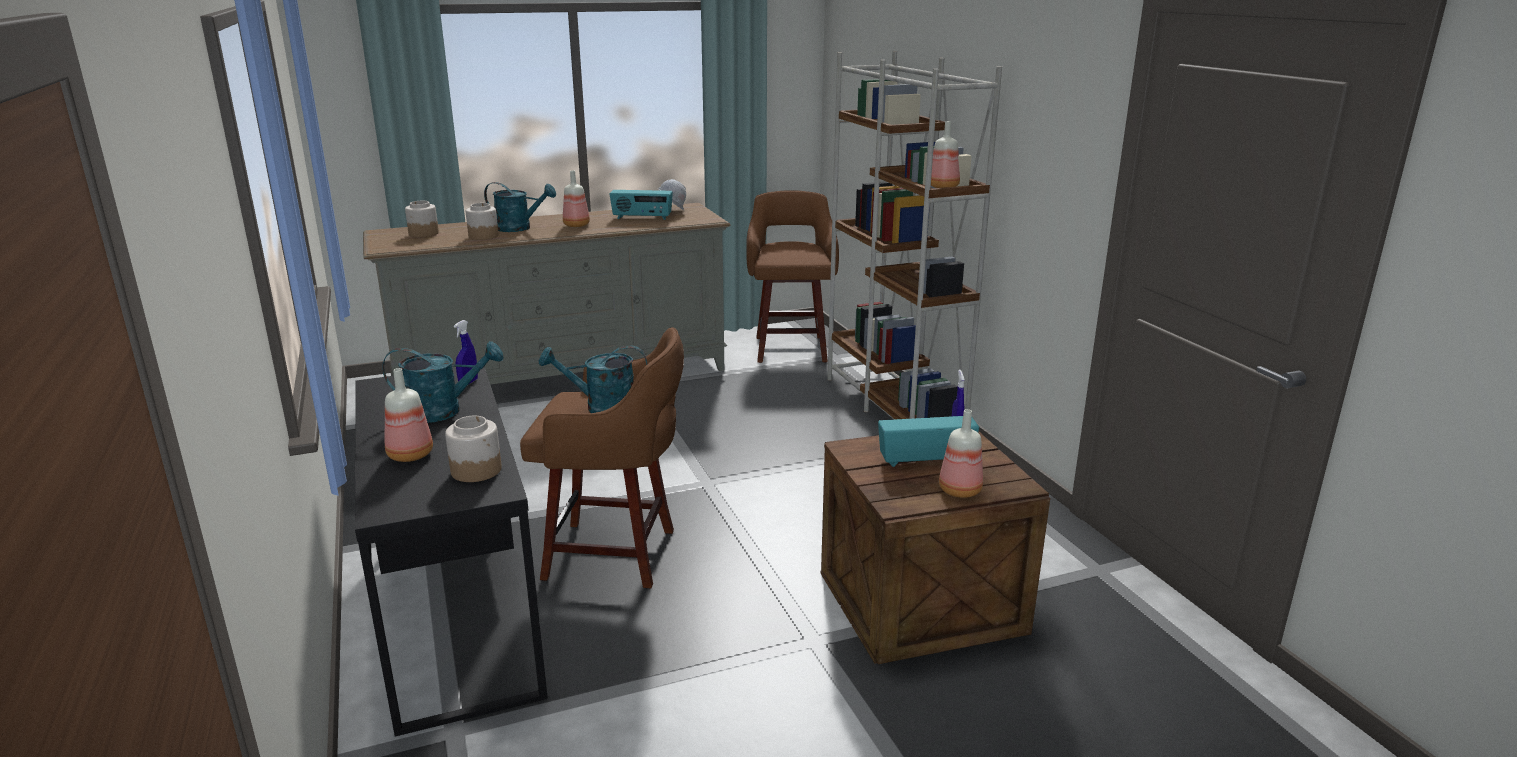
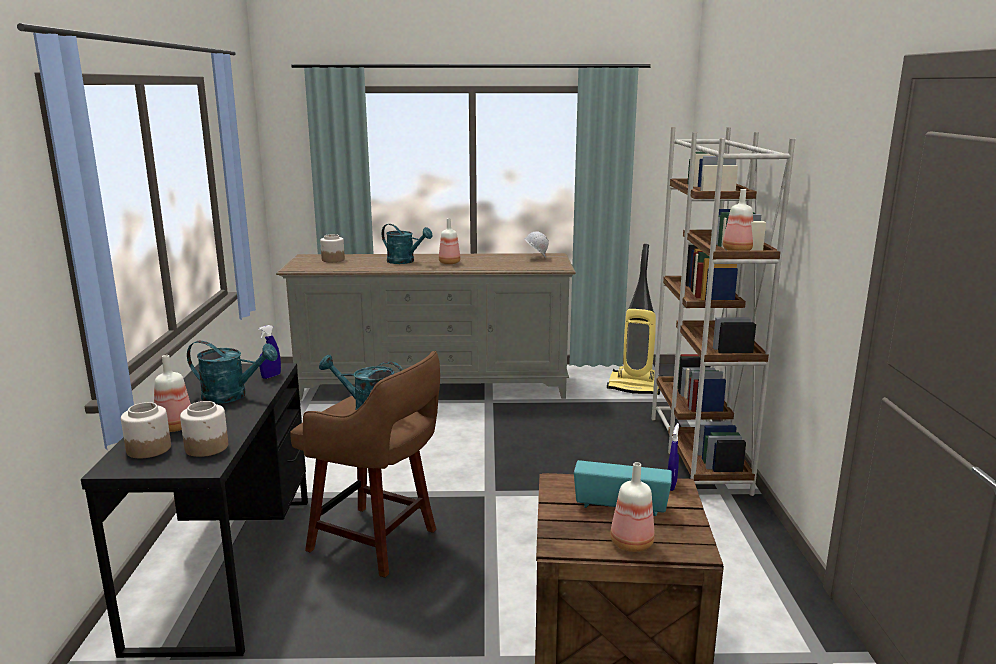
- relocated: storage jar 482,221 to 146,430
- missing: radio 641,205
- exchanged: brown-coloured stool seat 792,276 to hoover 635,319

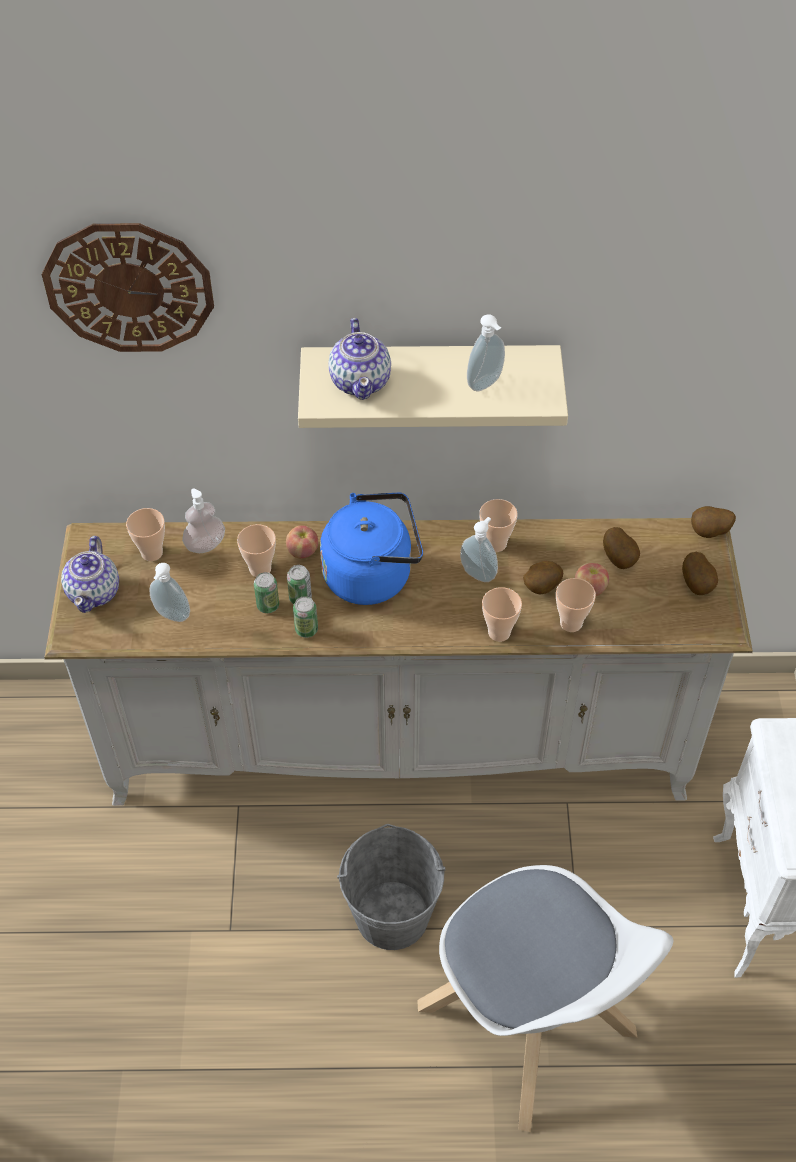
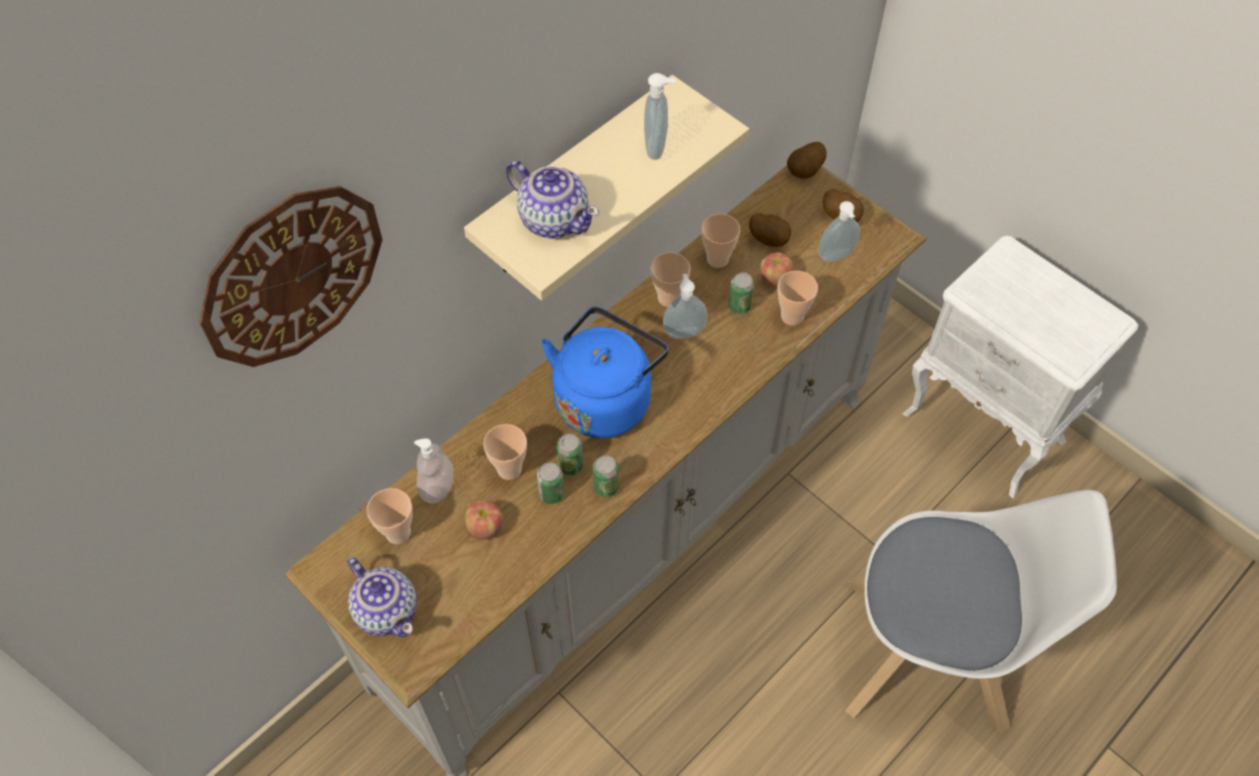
- relocated: liquid soap bottle 169,592 to 839,231
- relocated: apple fruit 302,541 to 484,520
- missing: greyish bucket 391,887
- relocated: cup 502,614 to 720,241
- exchanged: spud 543,577 to metal can 741,293

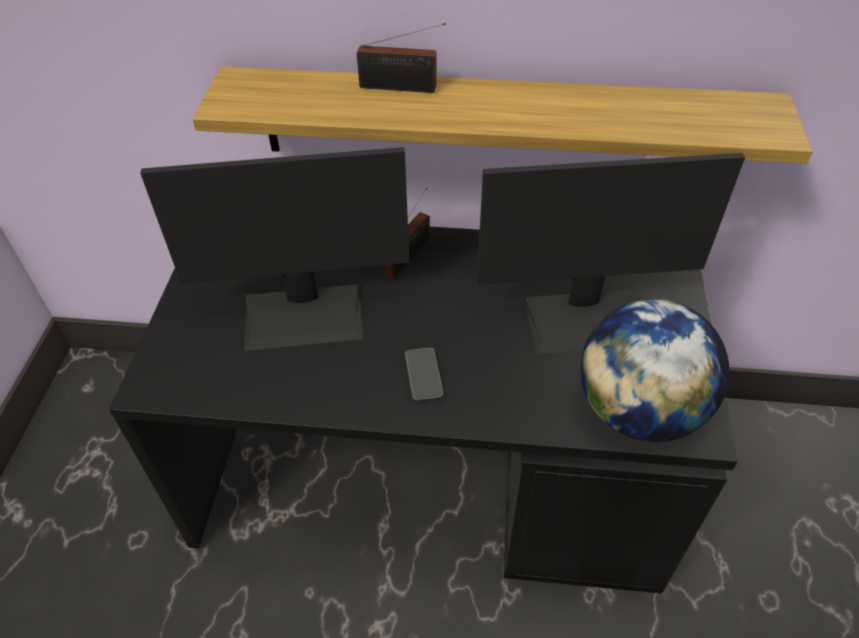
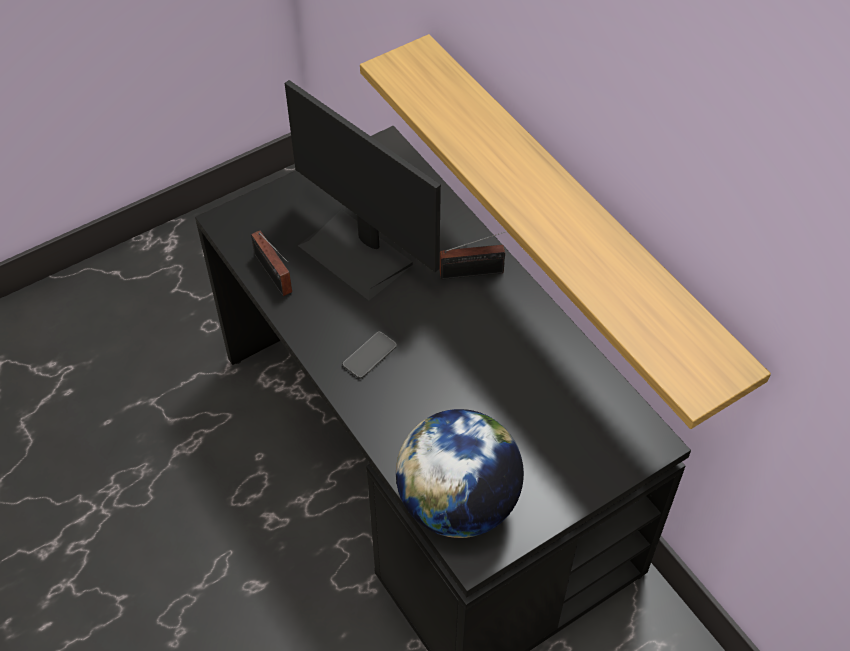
- relocated: radio 401,58 to 271,263
- missing: monitor 611,253

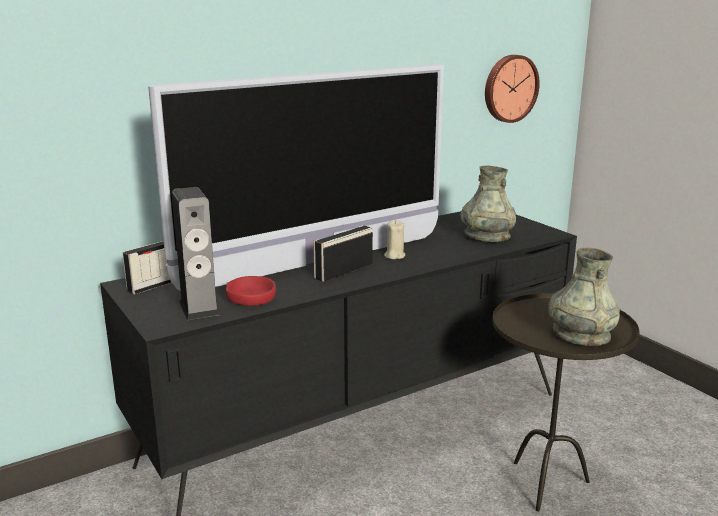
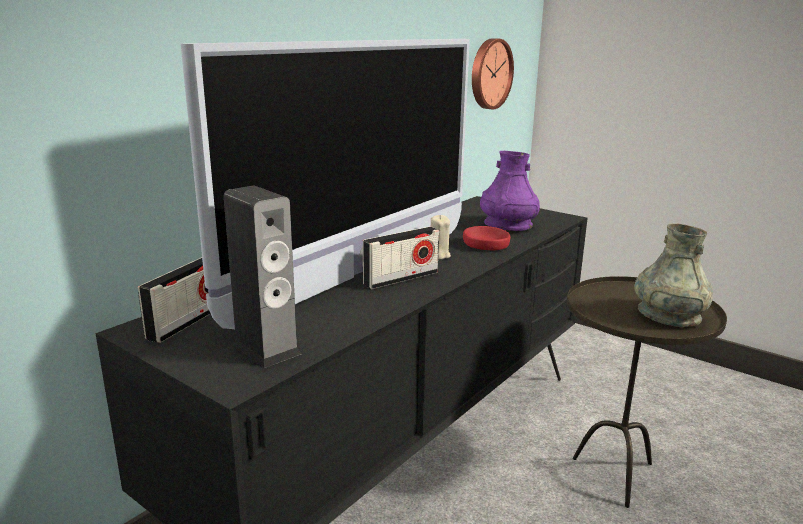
- relocated: reddish bowl 251,291 to 487,238
- spun: radio 343,253 = 401,257 150 degrees counterclockwise
- colour: greyish flower vase 488,203 to purple flower vase 510,191

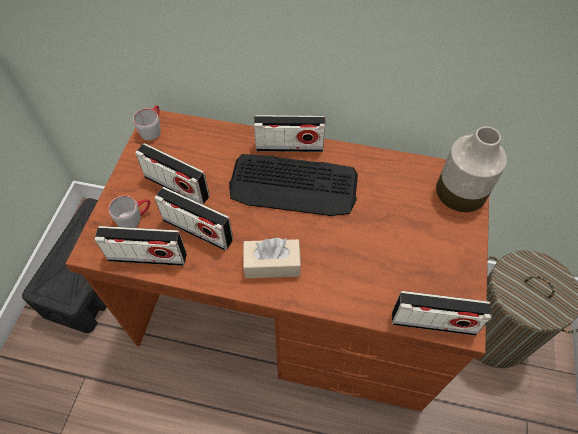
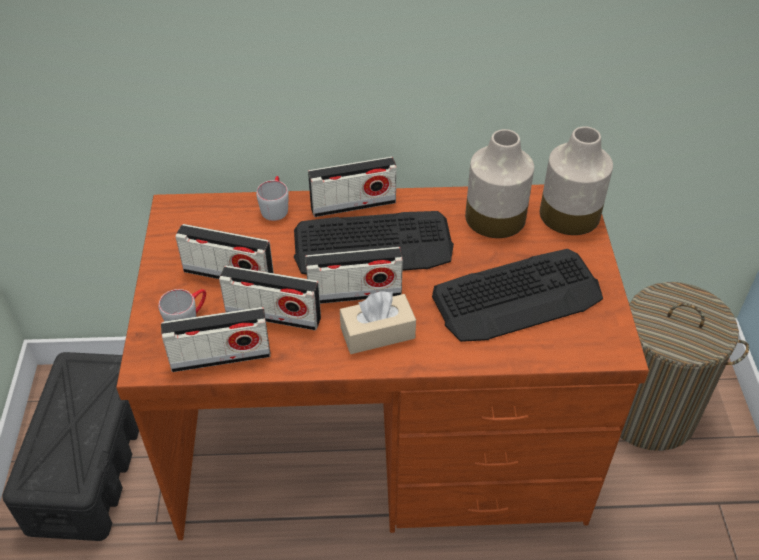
- relocated: greyish coffee mug 147,123 to 272,198
- relocated: radio 442,313 to 354,275
- appeared: keyboard 517,295
- appeared: beige-coloured flower vase 499,183

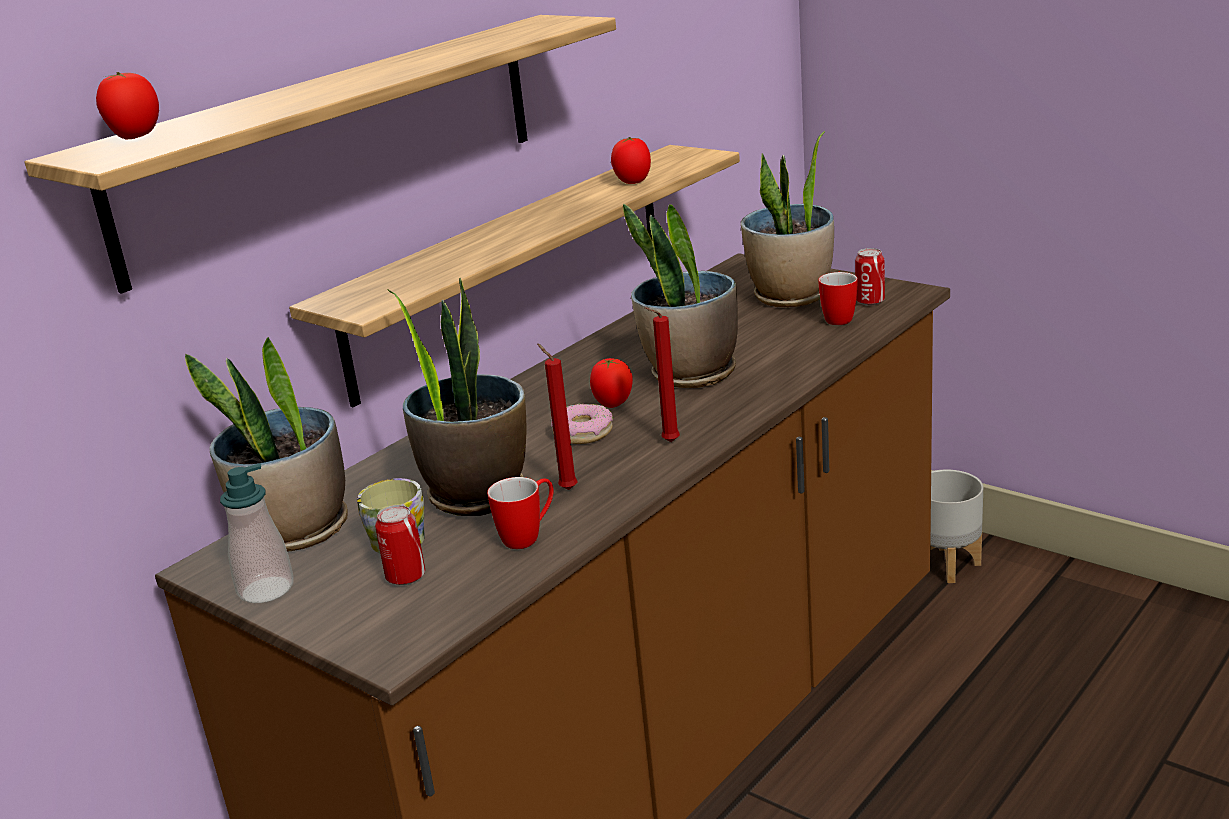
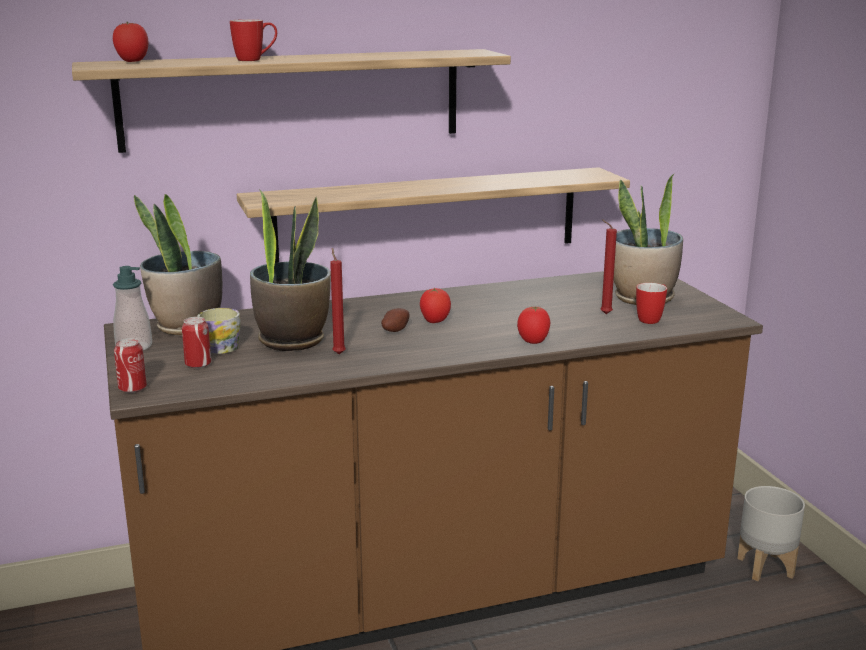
- relocated: coffee mug 520,513 to 253,40
- exchanged: doughnut 582,424 to spud 395,320
- relocated: fresh tomato 631,160 to 533,325
- missing: potted plant 680,296
- relocated: reddish wax candle 662,374 to 609,266
- relocated: metal can 870,277 to 130,365

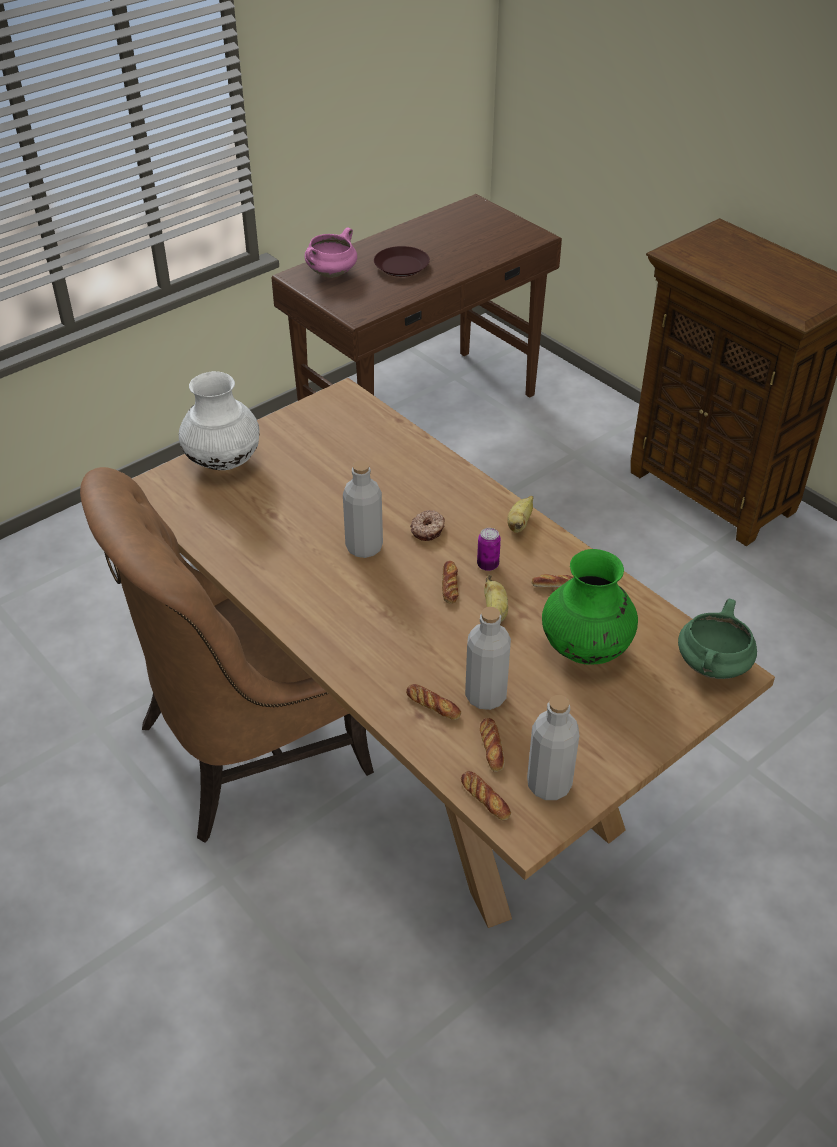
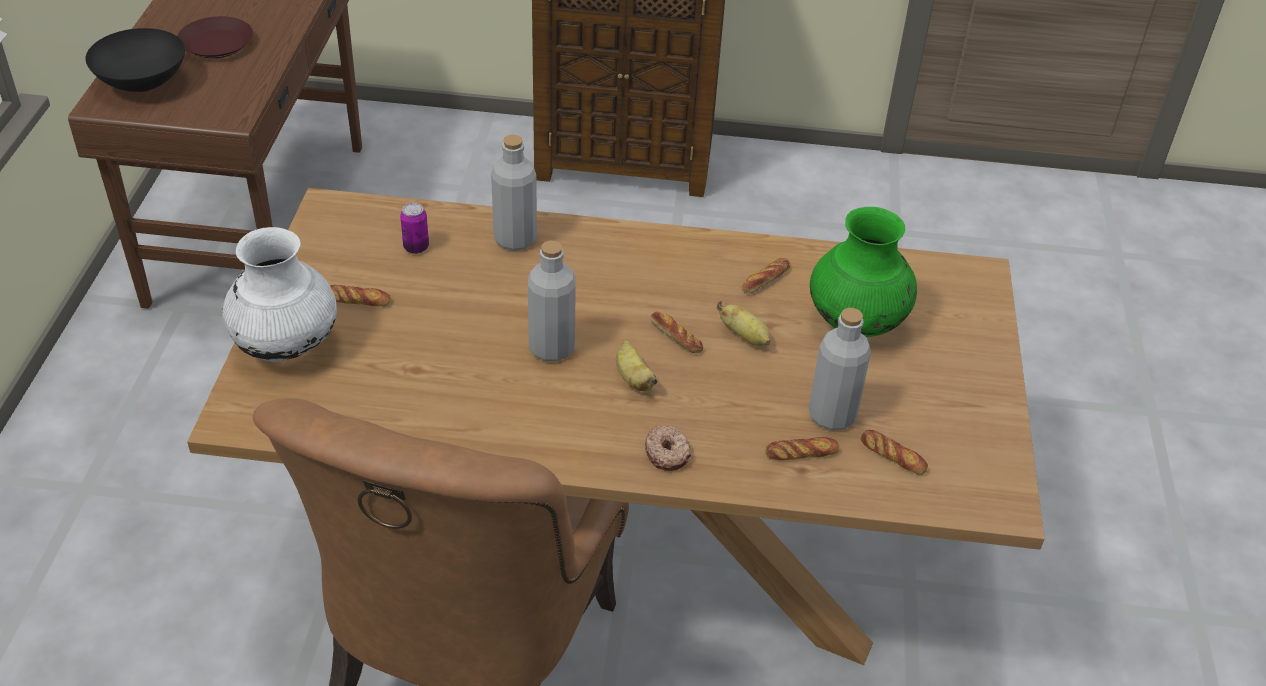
- exchanged: pinkish saucepot 331,253 to blackish bowl 135,60
- relocated: doughnut 427,525 to 668,448
- relocated: bread 486,795 to 360,295
- relocated: metal can 489,549 to 414,228
- relocated: banana 520,514 to 637,365
- relocated: greyish bottle 553,747 to 514,193
- missing: green saucepot 717,639

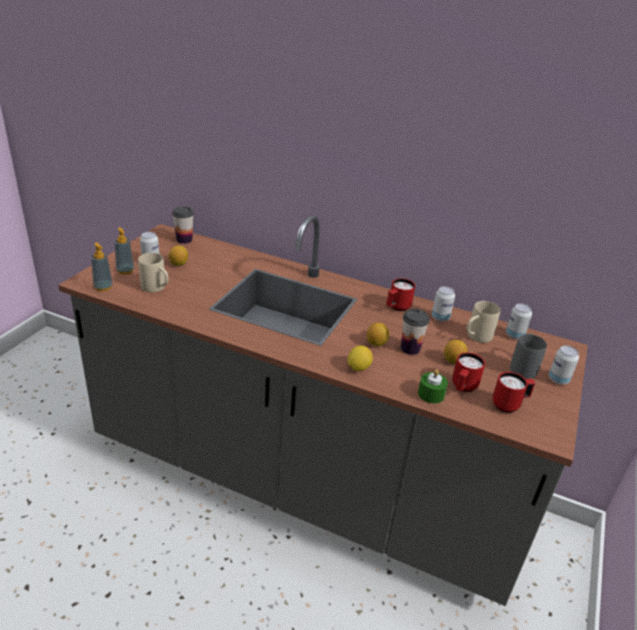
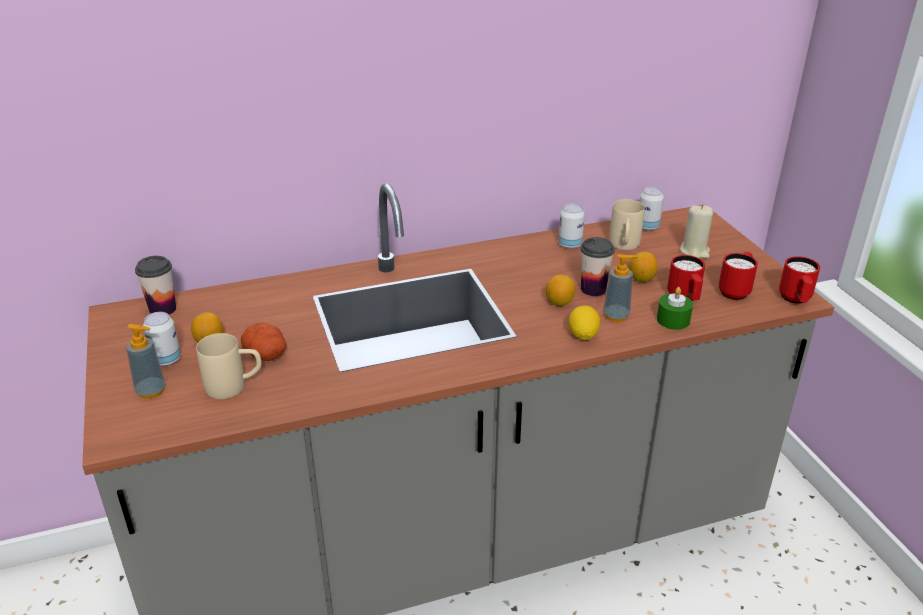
- relocated: liquid soap bottle 102,266 to 620,288
- relocated: reddish coffee mug 400,294 to 799,280
- exchanged: greyish coffee mug 528,356 to beige-coloured wax candle 696,231
- missing: metal can 564,365
- appeared: spud 263,342

